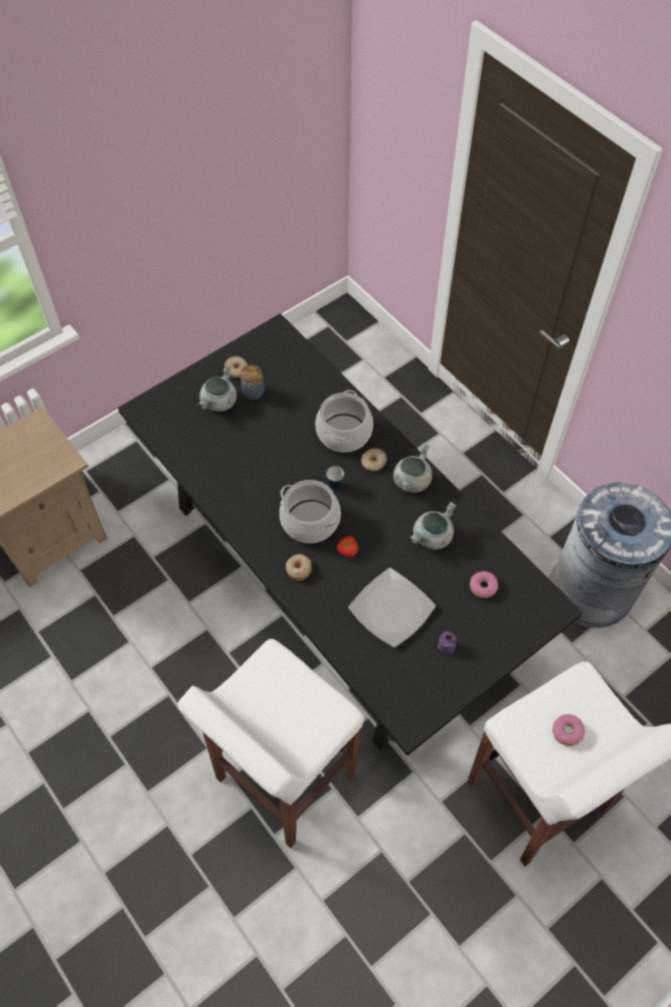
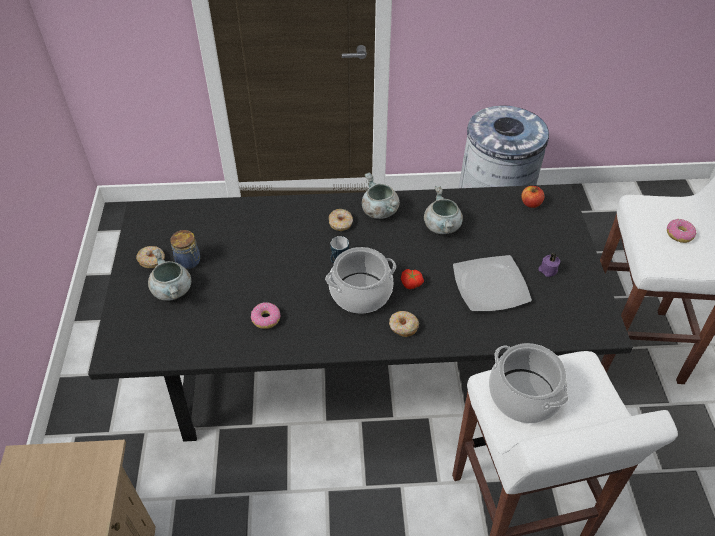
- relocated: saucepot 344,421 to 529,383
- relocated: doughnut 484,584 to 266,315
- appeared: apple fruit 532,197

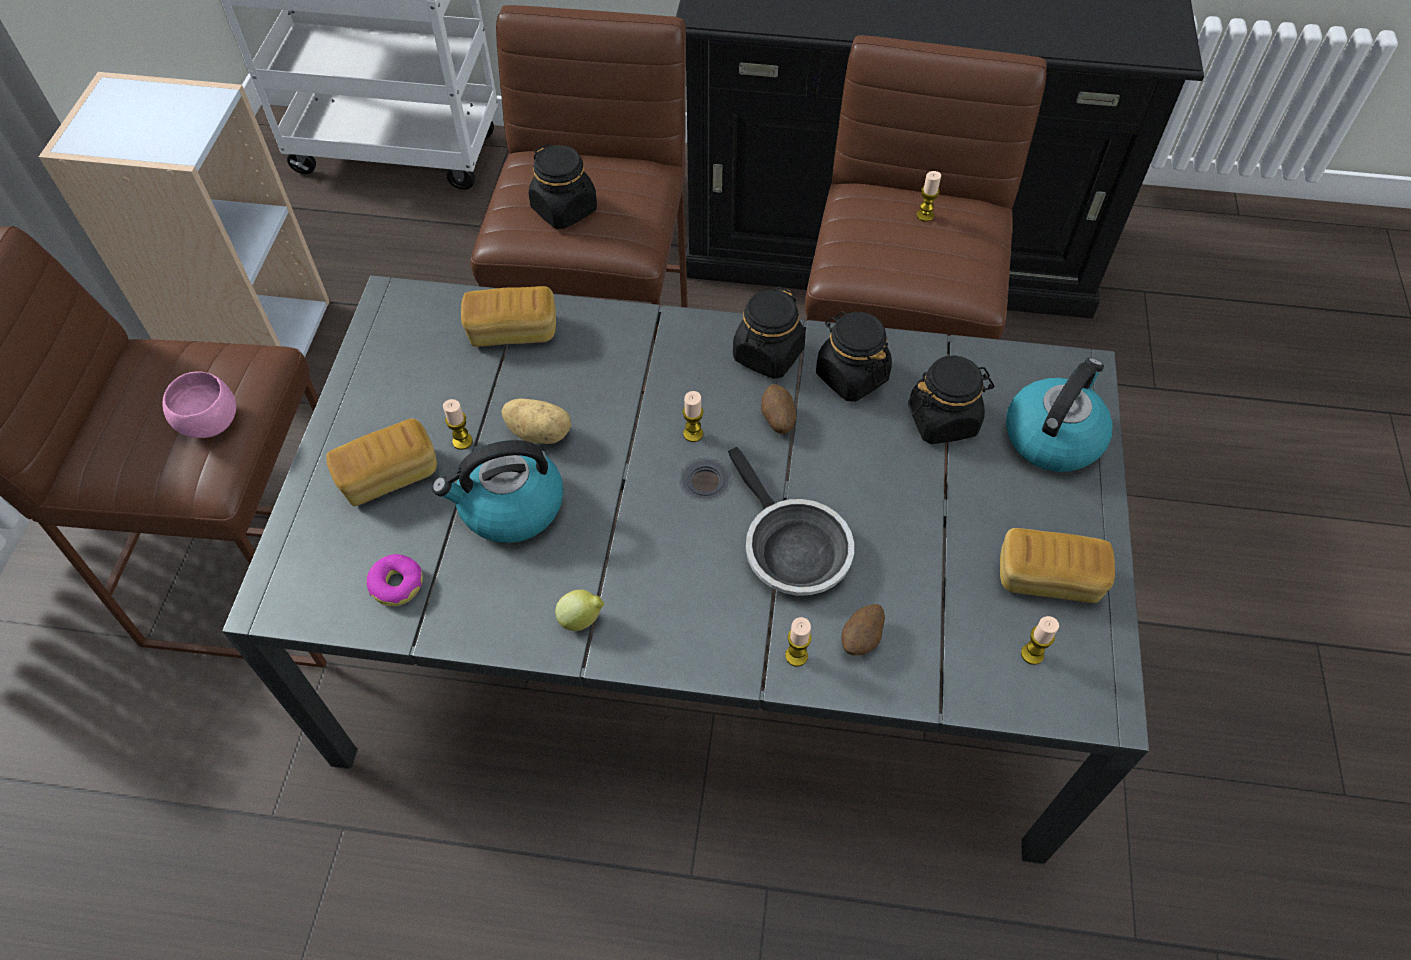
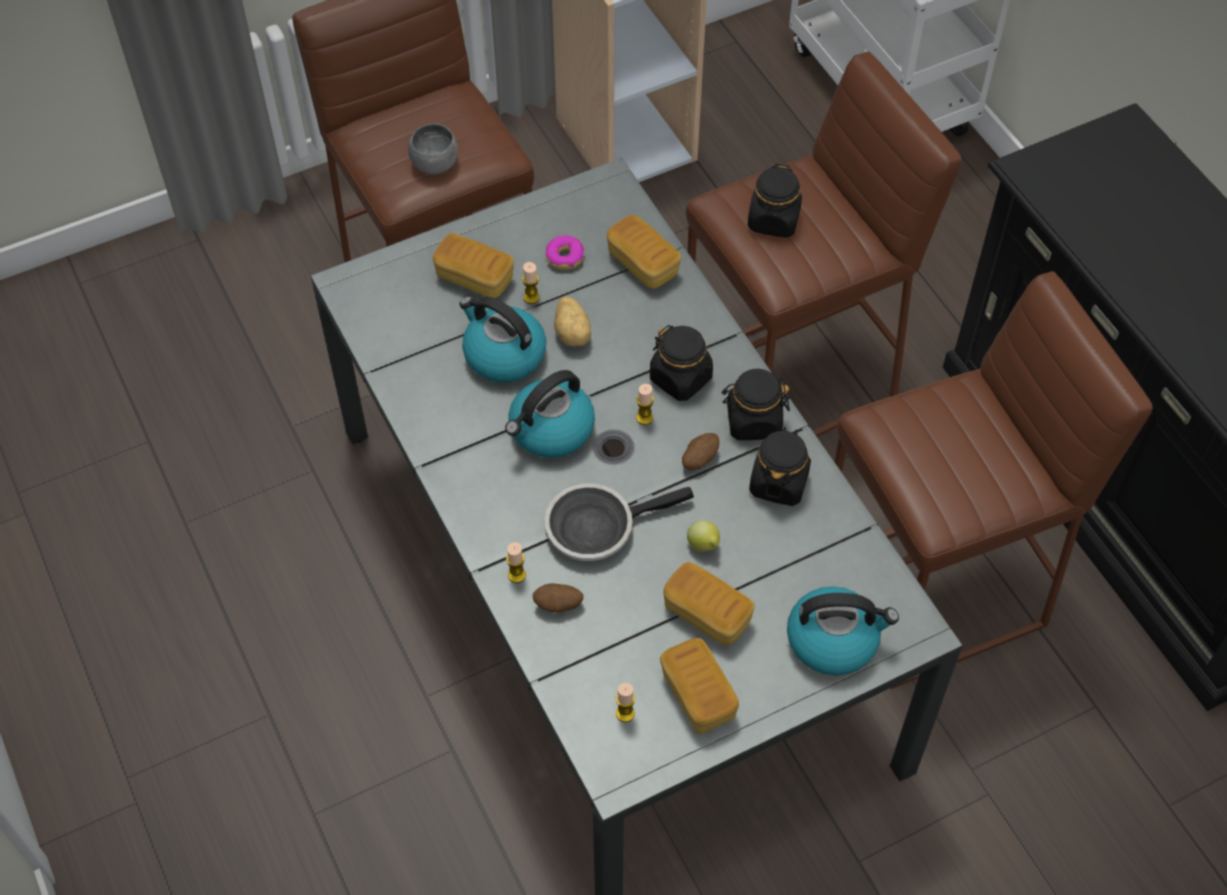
- colour: pinkish bowl 199,405 to greyish bowl 433,149
- relocated: doughnut 394,580 to 564,252
- relocated: citrus fruit 579,610 to 703,536
- spun: frying pan 791,521 = 619,522 45 degrees clockwise
- relocated: blackish storage jar 951,399 to 681,363
- missing: wax candle 928,196
- appeared: kettle 550,414
- appeared: bread 709,603

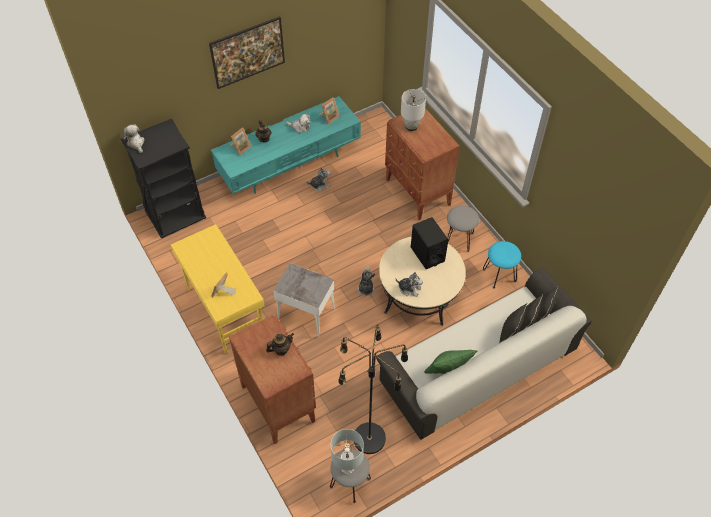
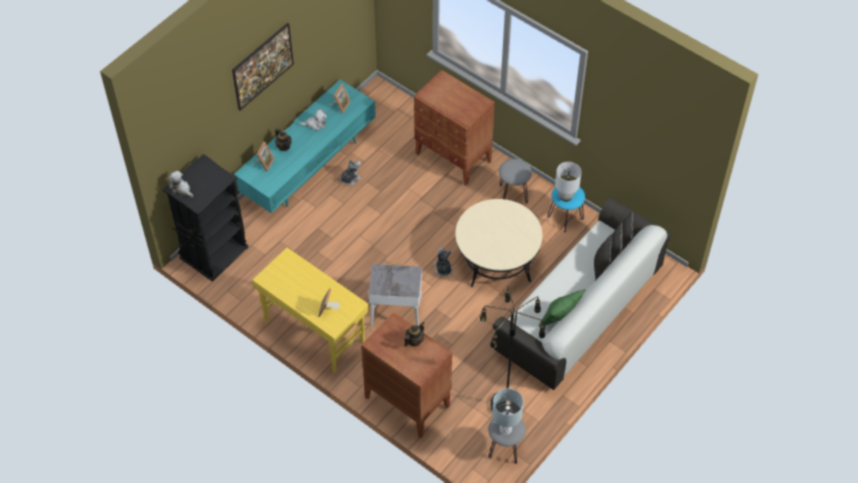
- missing: plush toy 409,284
- relocated: white table lamp 413,110 to 568,182
- missing: blackish audio speaker 429,243

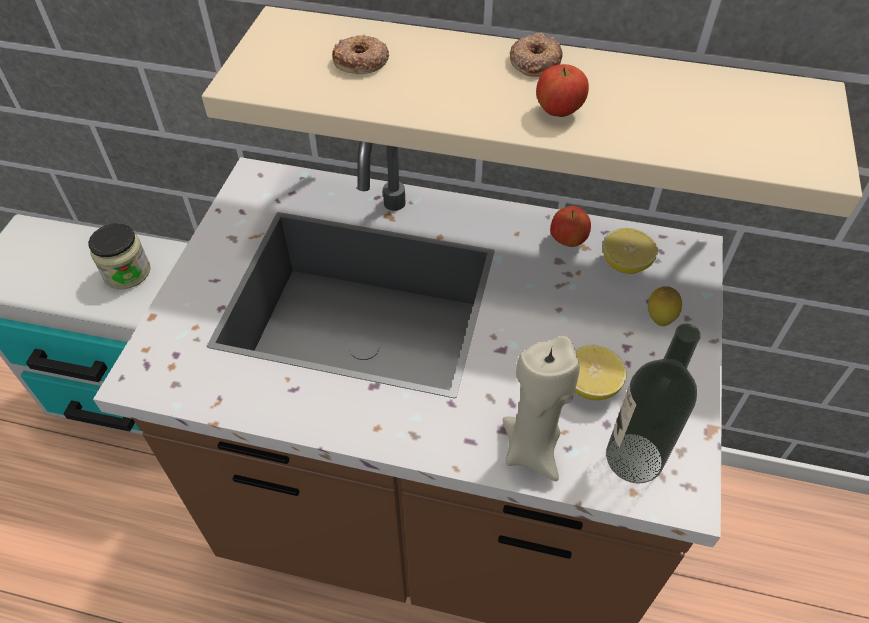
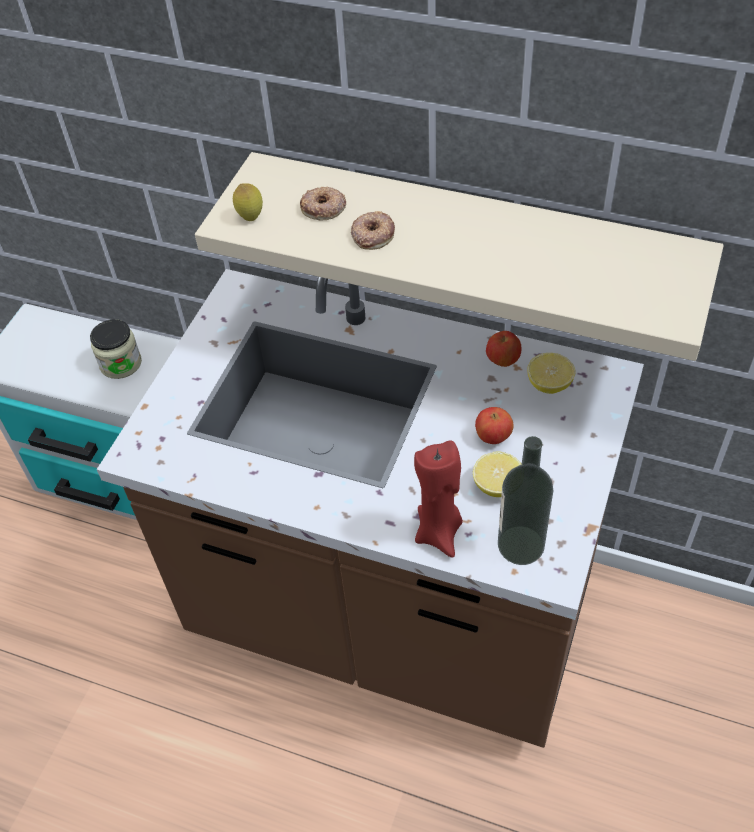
- colour: beige-coloured wax candle 541,408 to reddish wax candle 438,499
- relocated: doughnut 536,55 to 373,230
- relocated: apple fruit 562,90 to 494,425
- relocated: citrus fruit 665,306 to 248,202

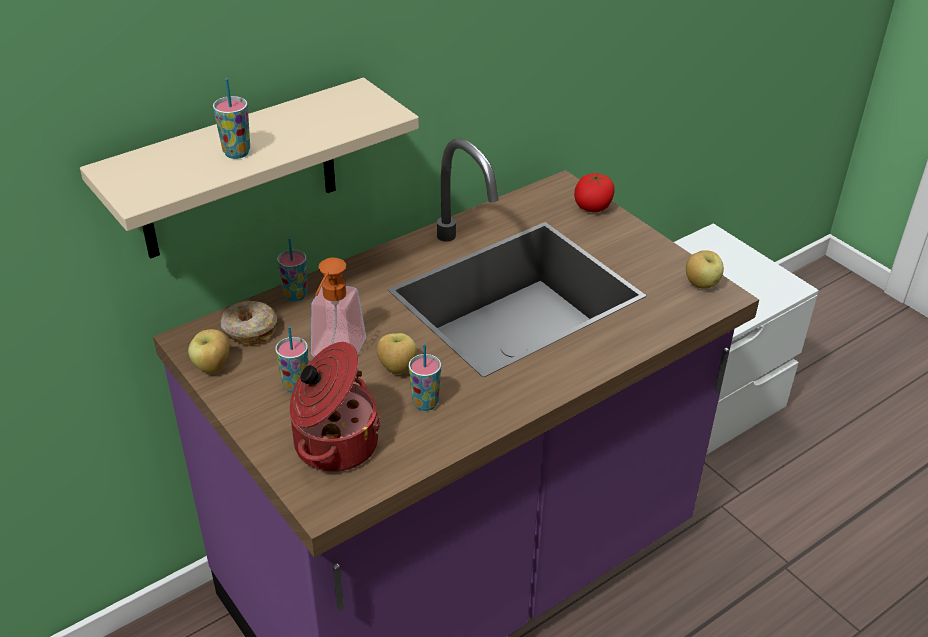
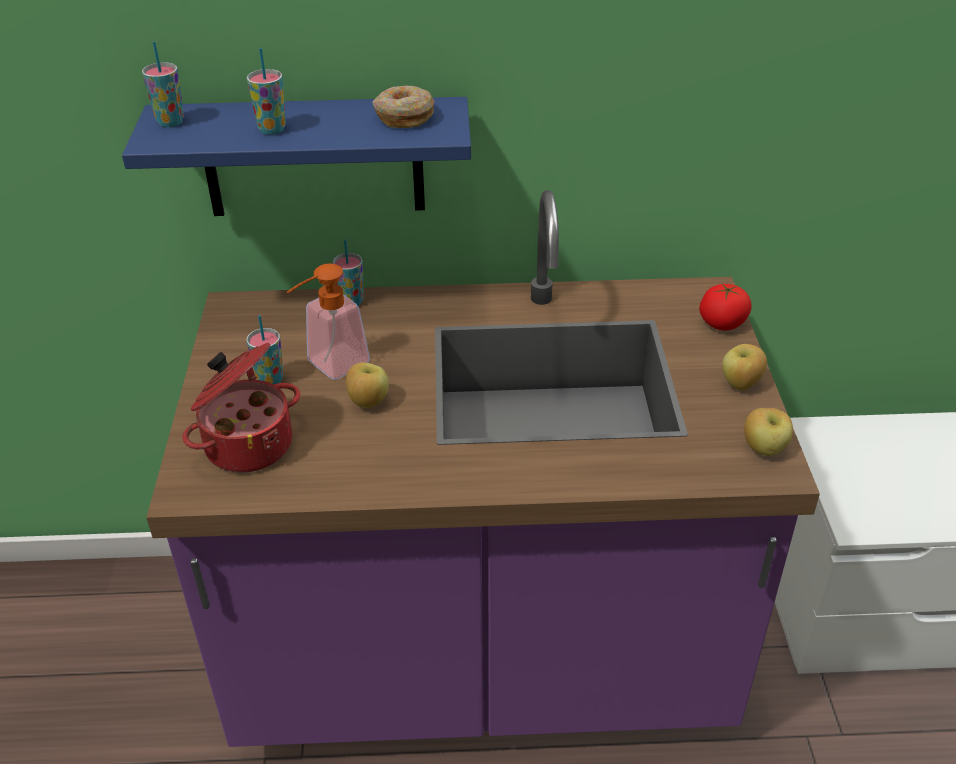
- colour: beige-coloured bracket shelf 249,168 to blue-coloured bracket shelf 296,156
- relocated: apple fruit 208,351 to 744,367
- relocated: doughnut 249,323 to 403,107
- relocated: cup 425,377 to 163,84

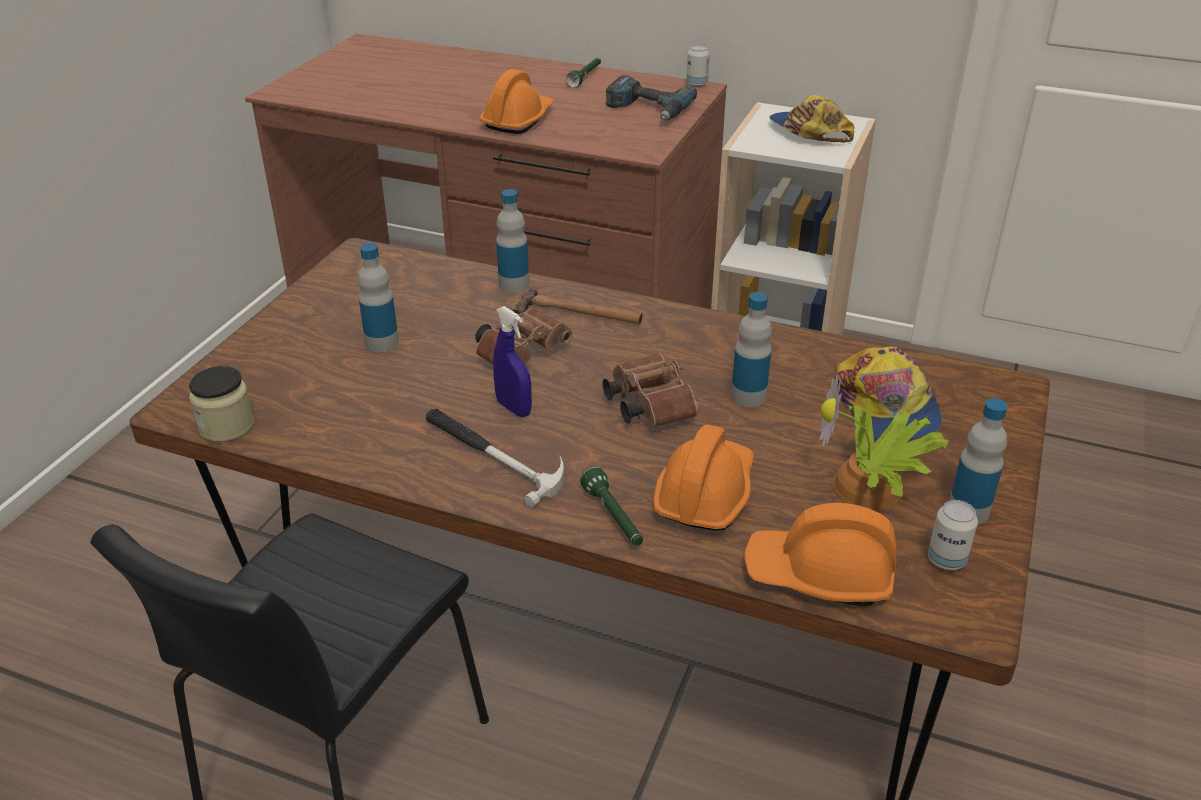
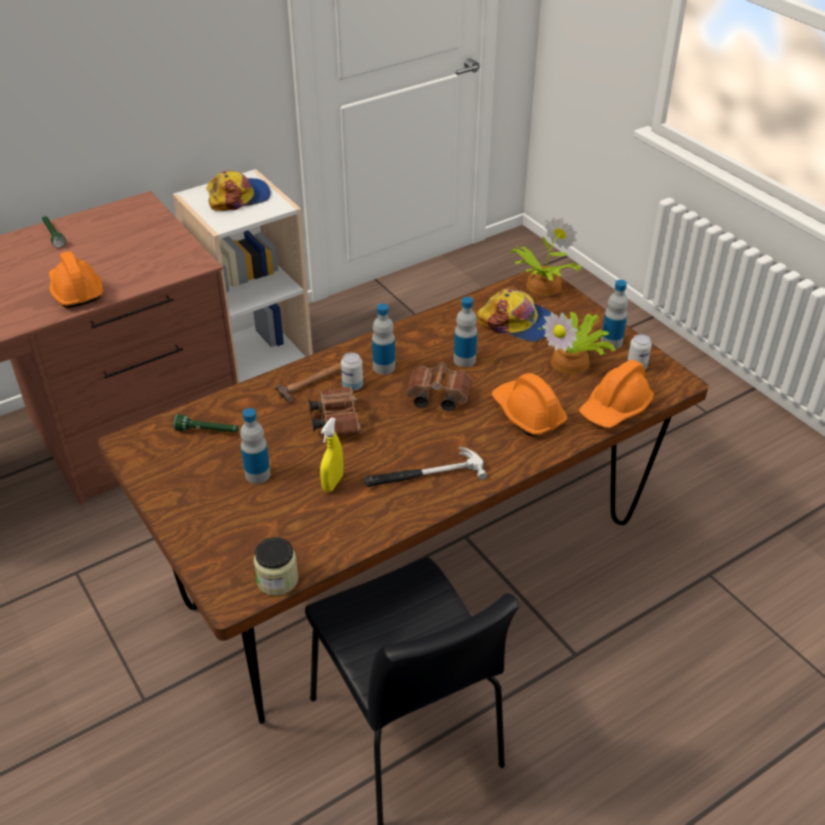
- missing: blue-coloured hand sprayer 512,361
- relocated: bottle 512,240 to 383,339
- relocated: green torch 611,506 to 206,423
- missing: electric drill 651,98
- relocated: metal can 698,66 to 352,371
- spun: baseball cap 811,119 = 238,190 150 degrees clockwise
- appeared: yellow-coloured hand sprayer 332,455
- appeared: potted plant 545,257

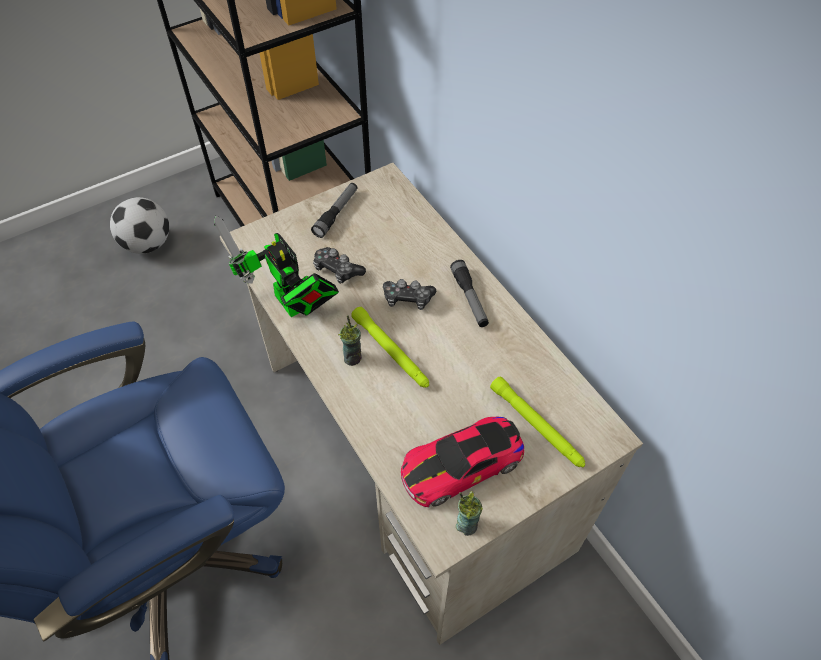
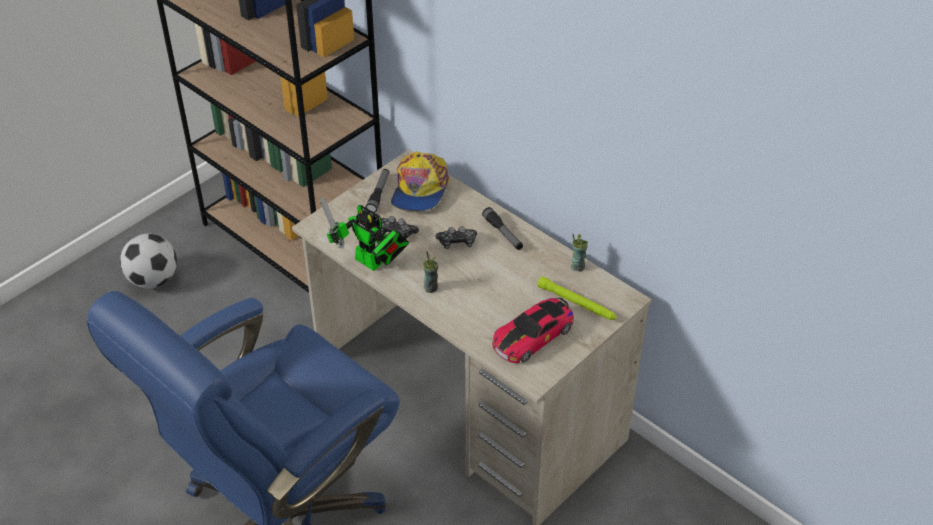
- missing: green torch 390,347
- relocated: cup 469,513 to 579,253
- appeared: baseball cap 420,181

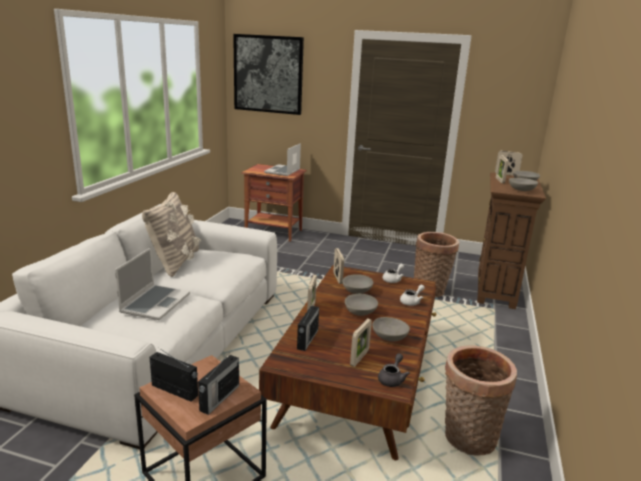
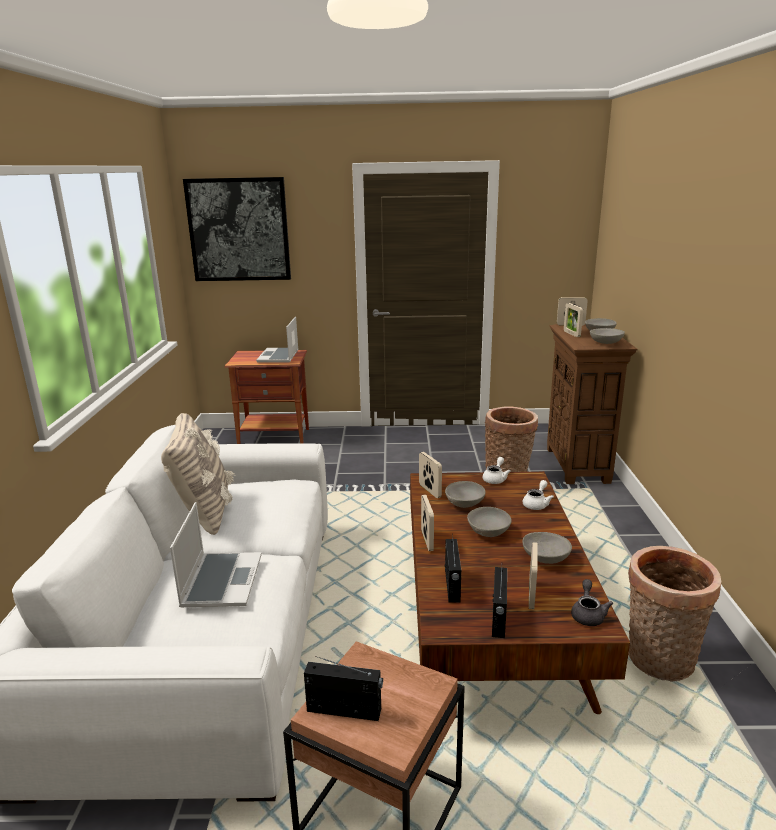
- relocated: radio 218,383 to 499,602

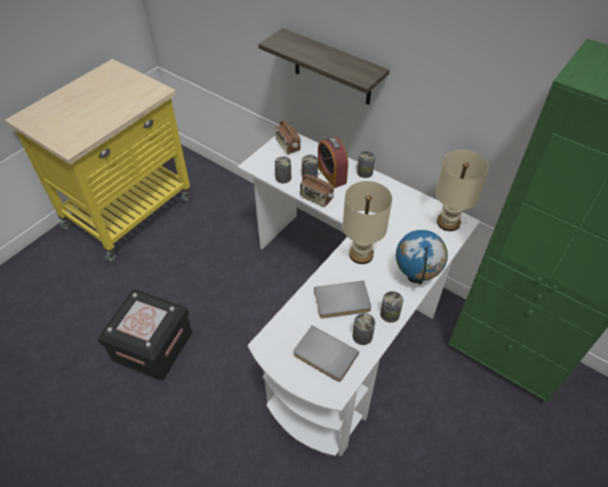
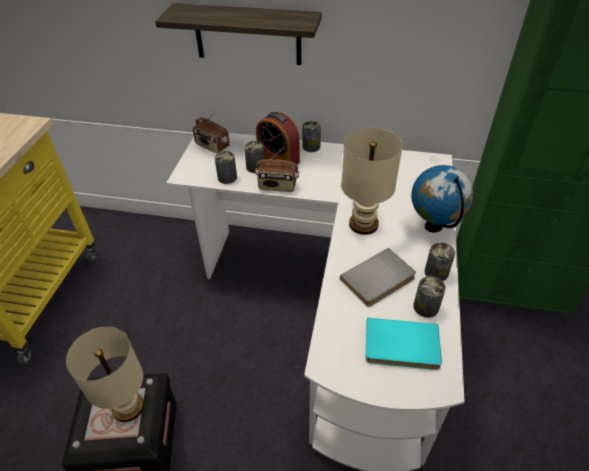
- colour: greyish volume 326,353 to turquoise-coloured volume 404,344
- relocated: beige-coloured table lamp 462,190 to 105,374

